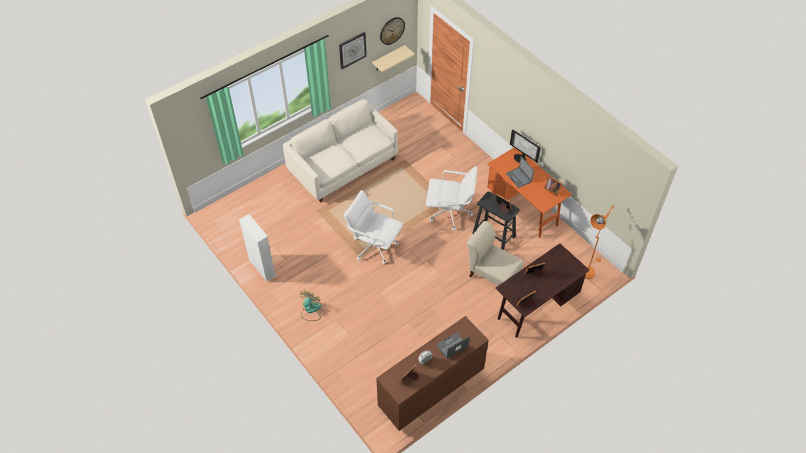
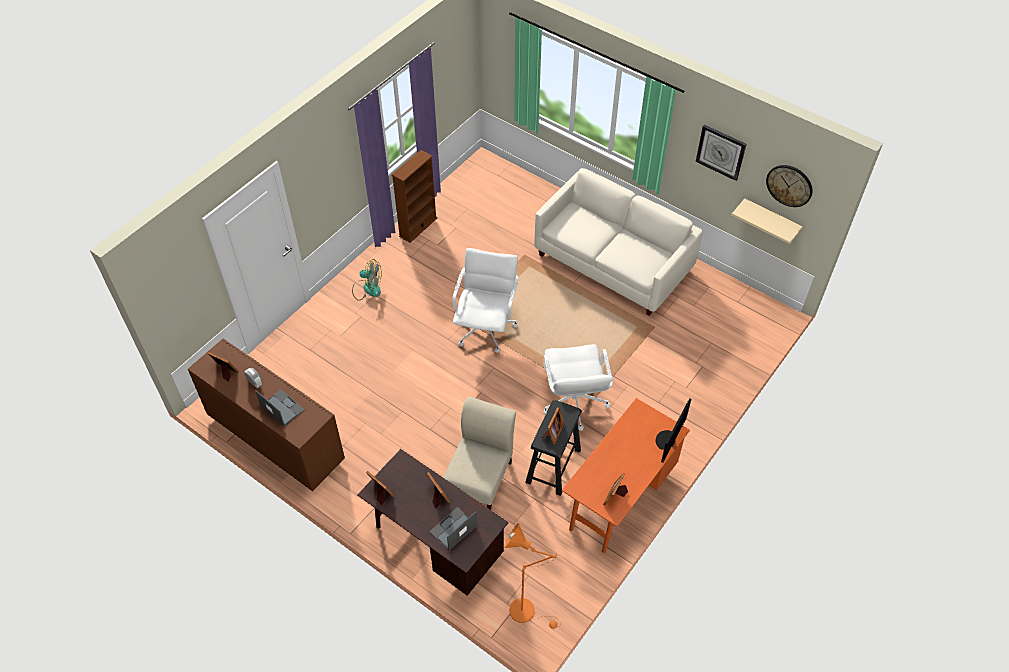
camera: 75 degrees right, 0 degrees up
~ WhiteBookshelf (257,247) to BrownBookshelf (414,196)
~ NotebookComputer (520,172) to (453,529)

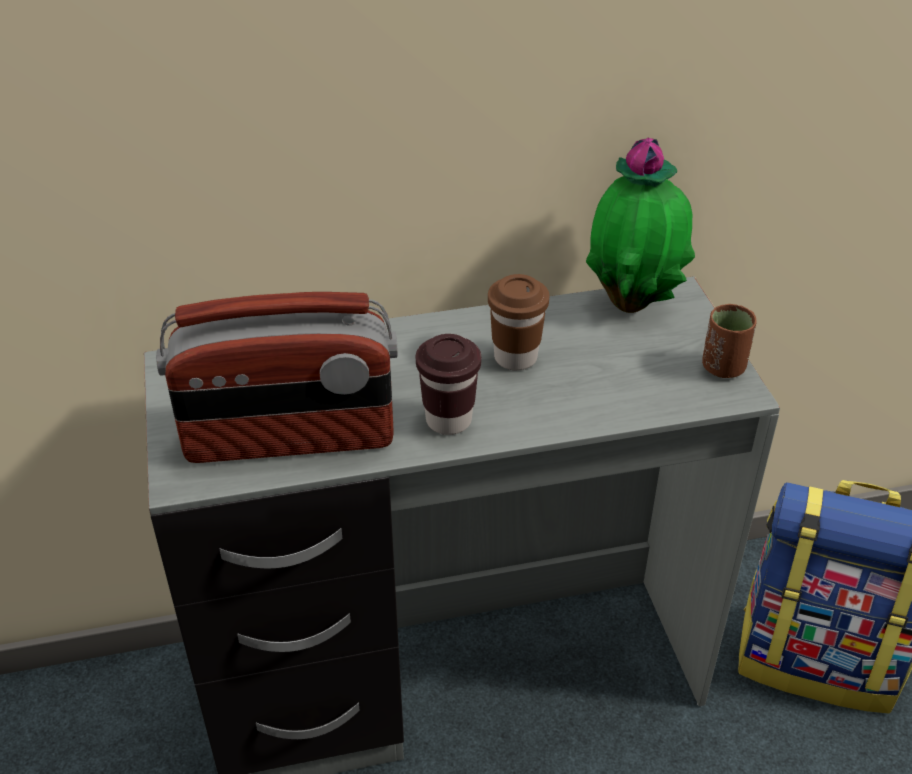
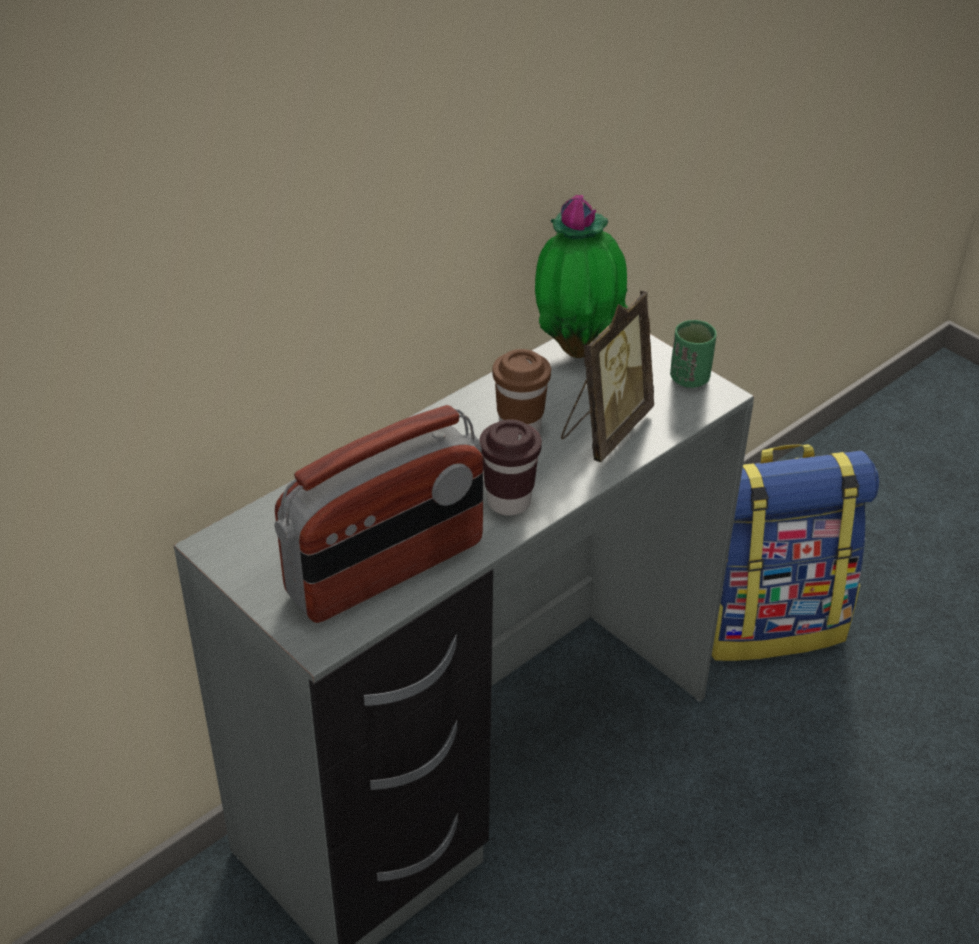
camera: 30 degrees left, 0 degrees up
+ StandingFrame (607,376)
~ BrownDrinkingCup (729,341) to GreenishDrinkingCup (693,354)

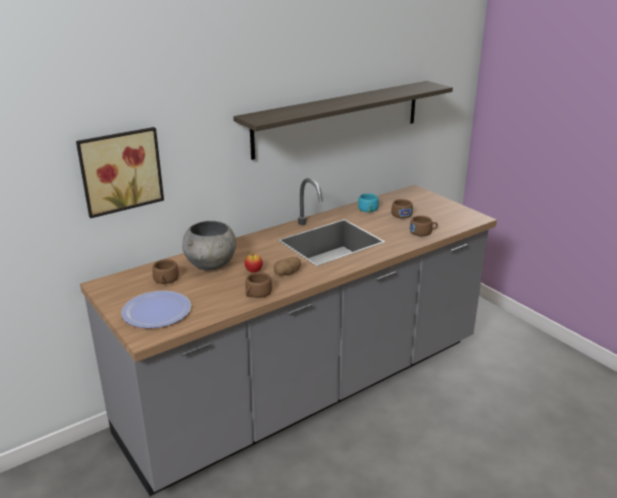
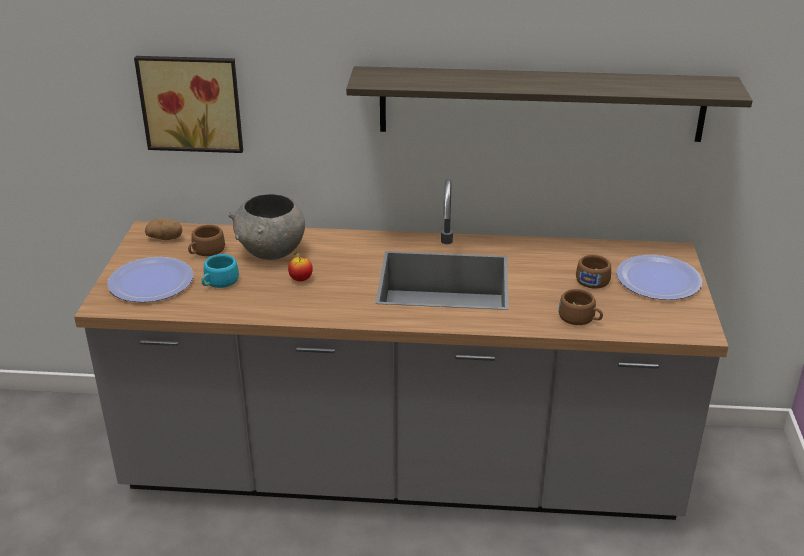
camera: 40 degrees right, 5 degrees up
~ Spud (287,266) to (163,229)
~ BlueGreenDrinkingCup (368,202) to (220,271)
+ DinnerPlate (659,277)
- BrownDrinkingCup (258,285)

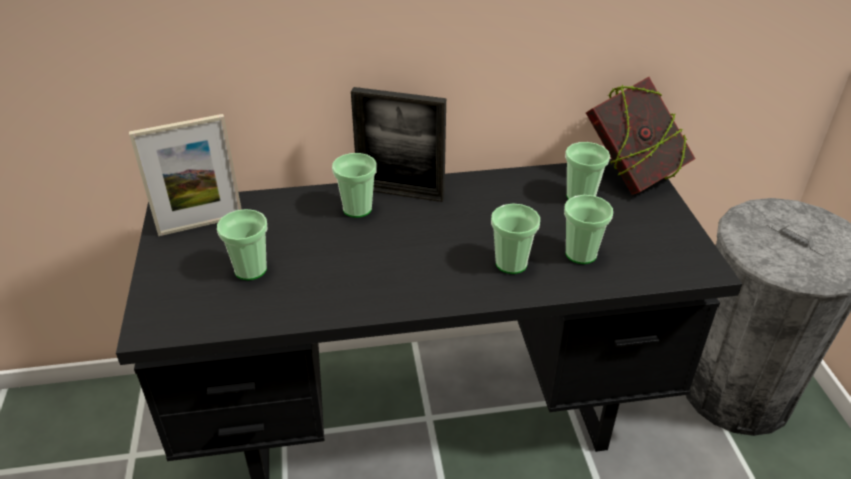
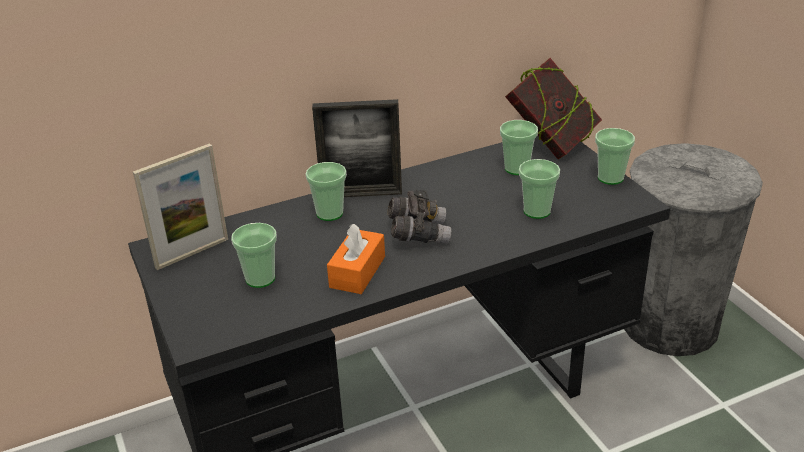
camera: 15 degrees left, 5 degrees down
+ OrangeBoxOfTissues (356,259)
+ GrayBinoculars (419,217)
~ DrinkingCup (515,238) to (615,156)

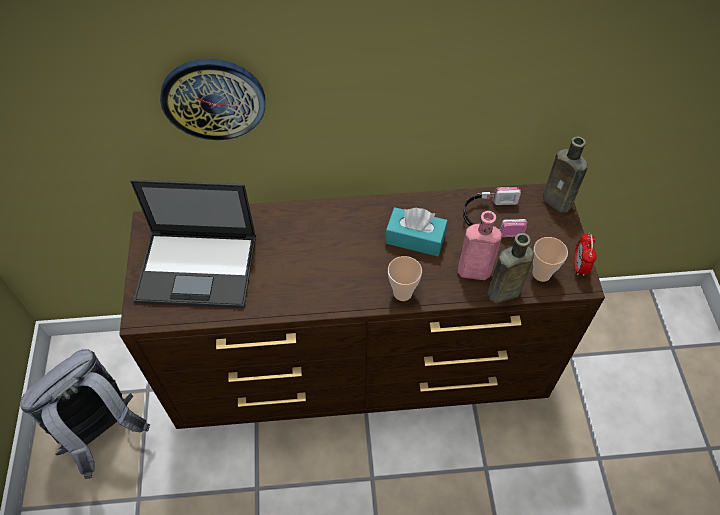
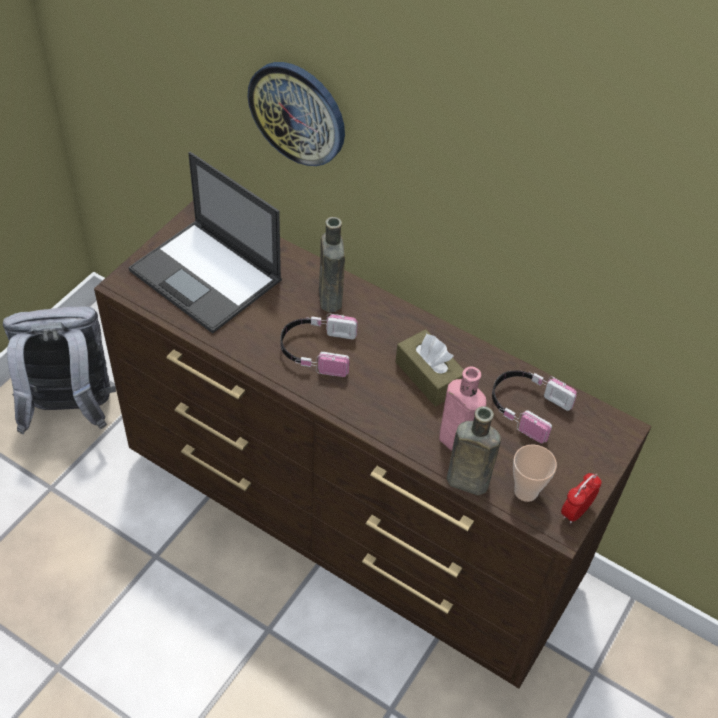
camera: 35 degrees right, 5 degrees down
+ PairOfHeadphones (319,345)
~ BrownDrinkBottle (565,174) to (332,264)
~ BlueGreenBoxOfTissues (416,231) to BrownBoxOfTissues (429,368)
- DrinkingCup (405,278)

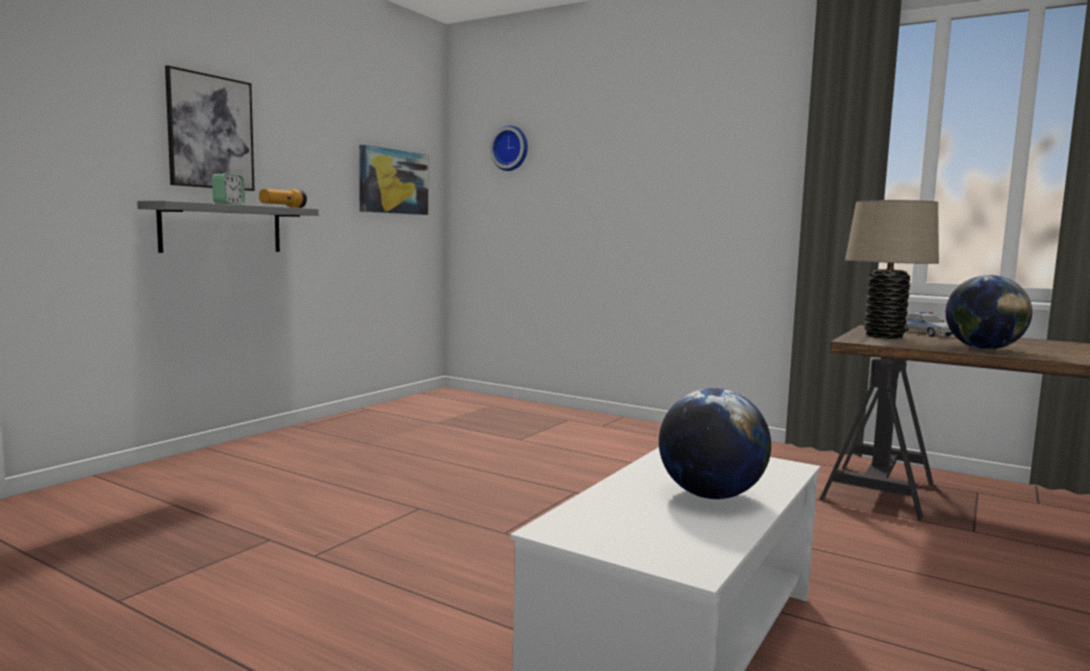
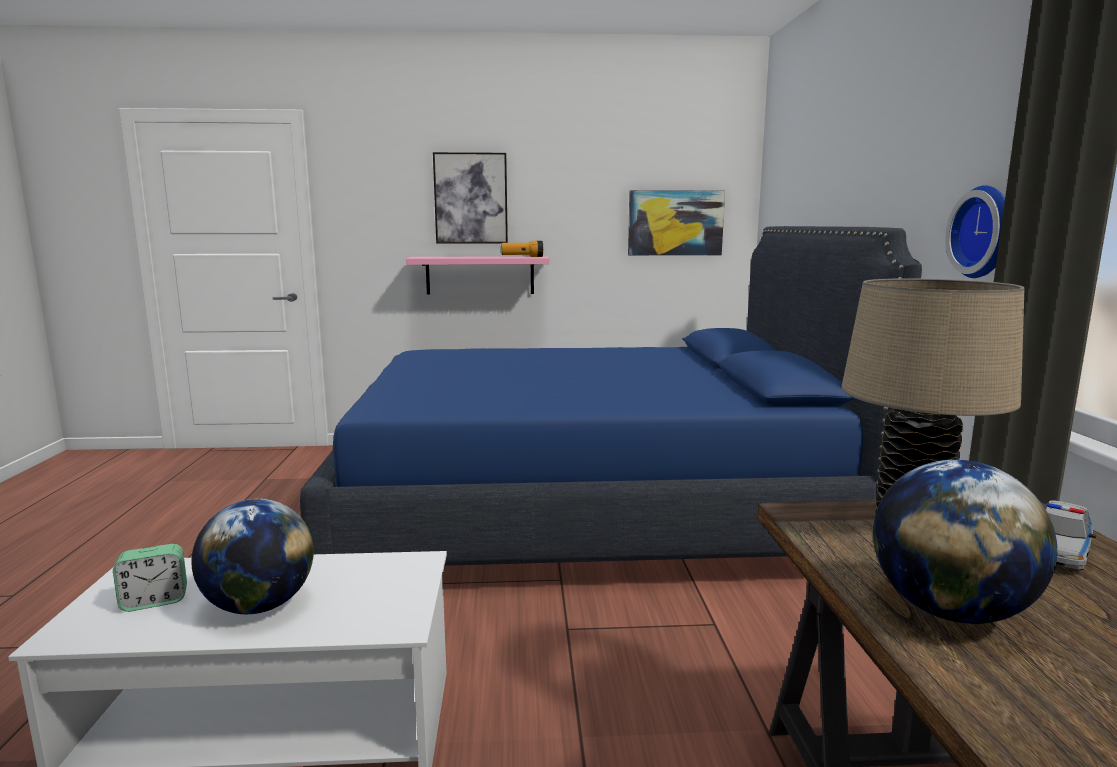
camera: 55 degrees right, 5 degrees up
~ TableClock (228,189) to (150,578)
+ BlueColouredSleepingBed (611,396)
~ GrayBracketShelf (228,227) to PinkColouredBracketShelf (477,275)
~ HangingClock (509,148) to (975,231)

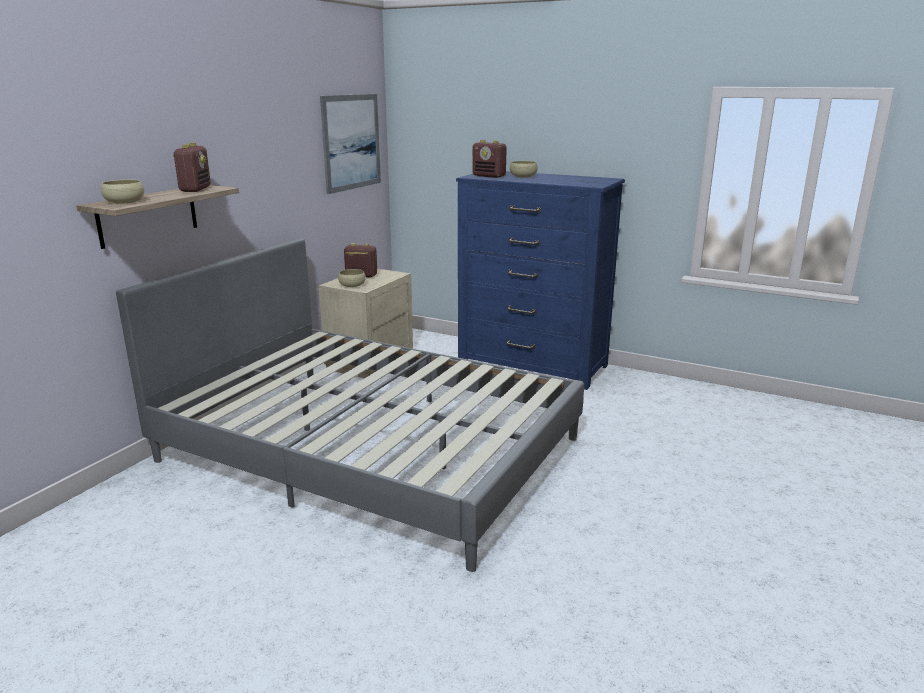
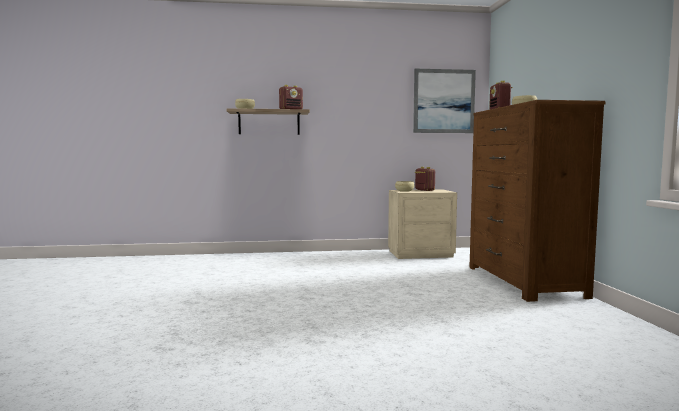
camera: 55 degrees right, 15 degrees down
~ BlueColouredDrawerChest (540,280) to BrownDrawerChest (537,201)
- GraySleepingBed (350,405)

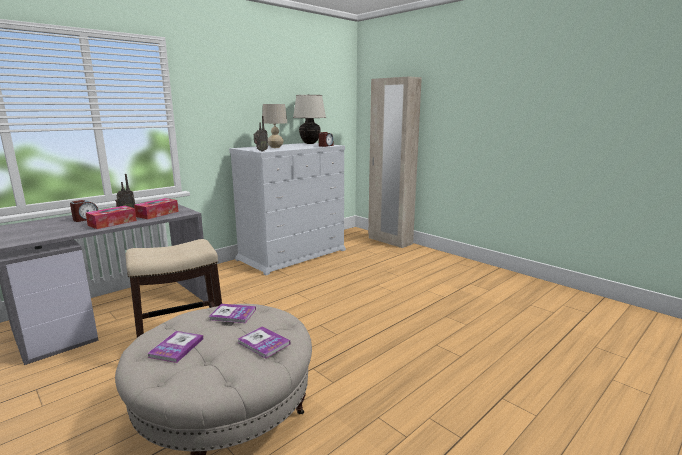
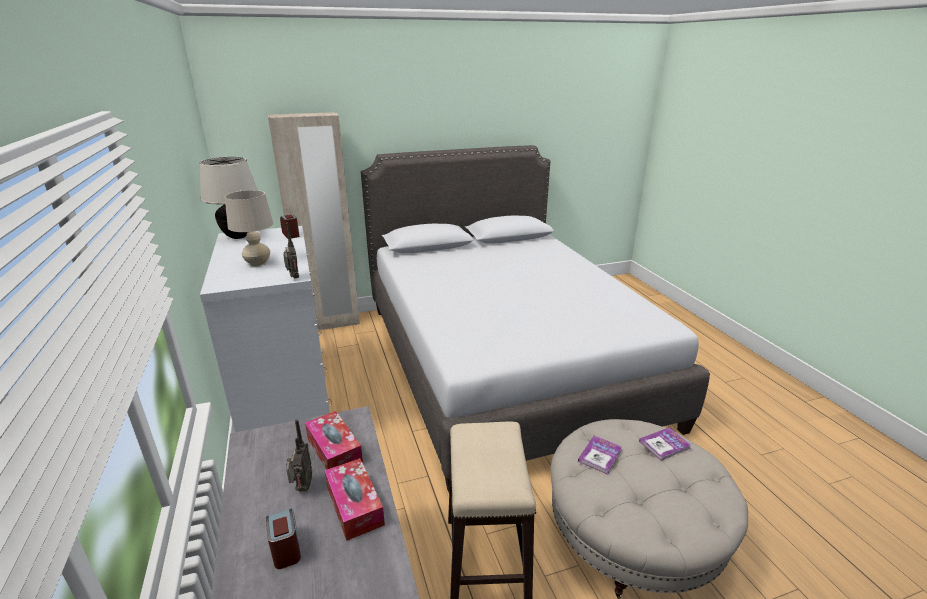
camera: 65 degrees left, 10 degrees up
+ GraySleepingBed (535,318)
- Volume (175,347)

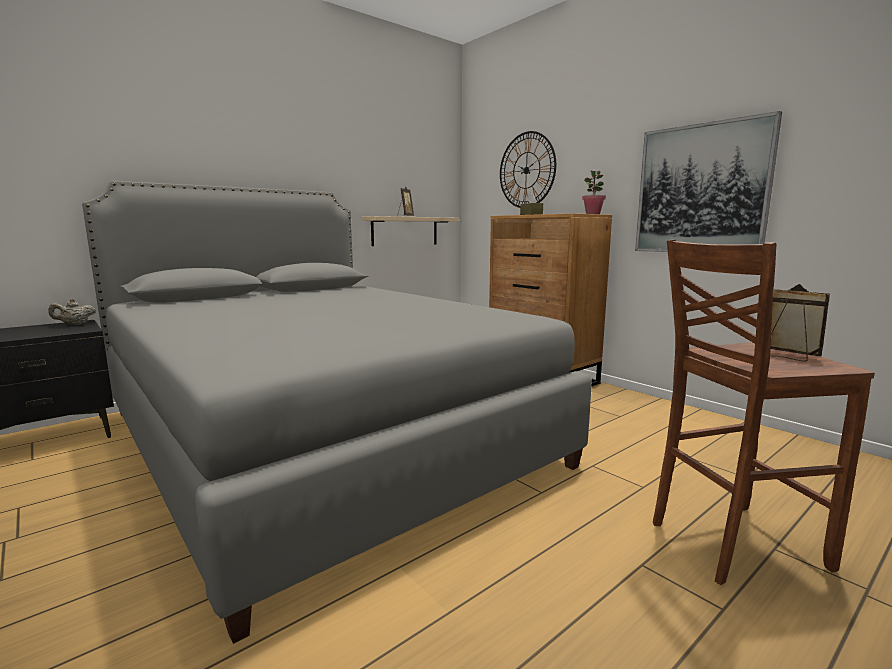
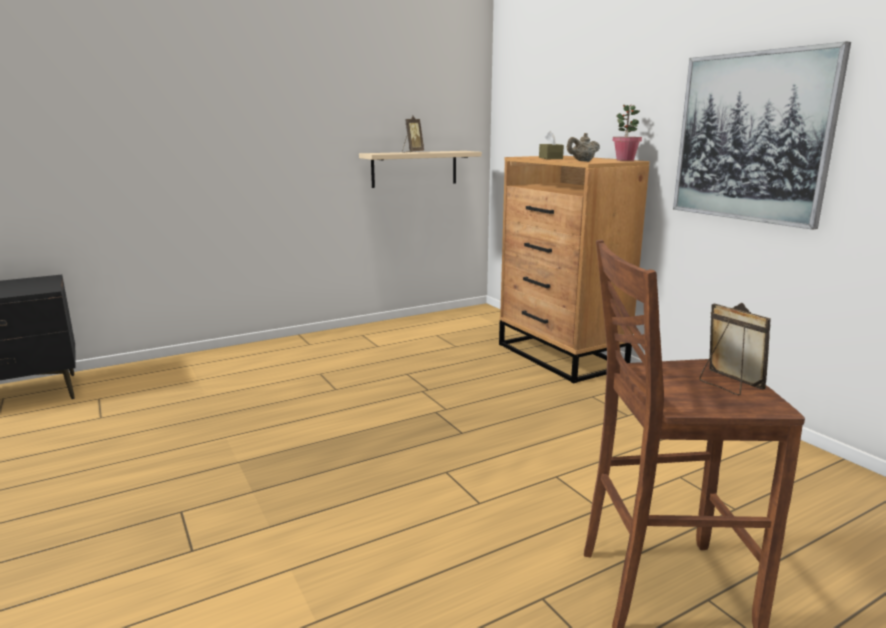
camera: 10 degrees right, 5 degrees up
~ BeigePotForTea (72,312) to (583,147)
- GraySleepingBed (337,412)
- HangingClock (528,169)

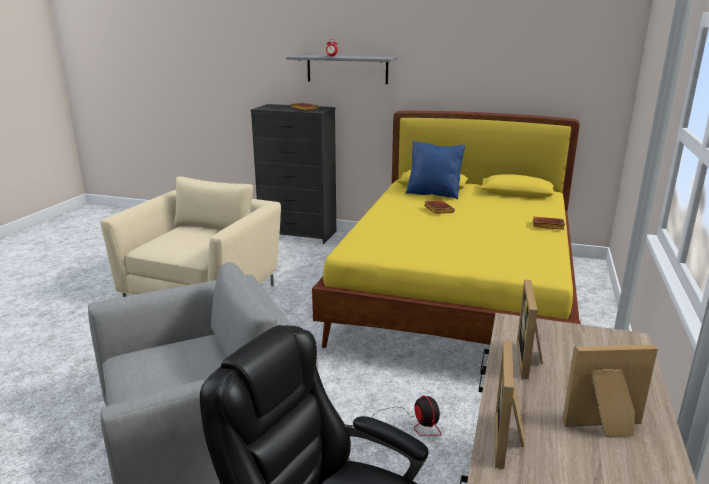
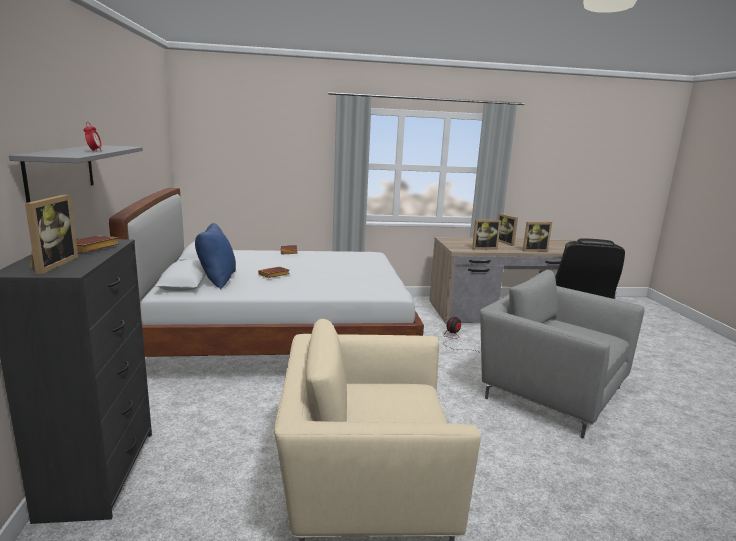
camera: 115 degrees left, 5 degrees down
+ StandingFrame (51,234)
~ YellowColouredSleepingBed (446,229) to WhiteSleepingBed (266,272)

